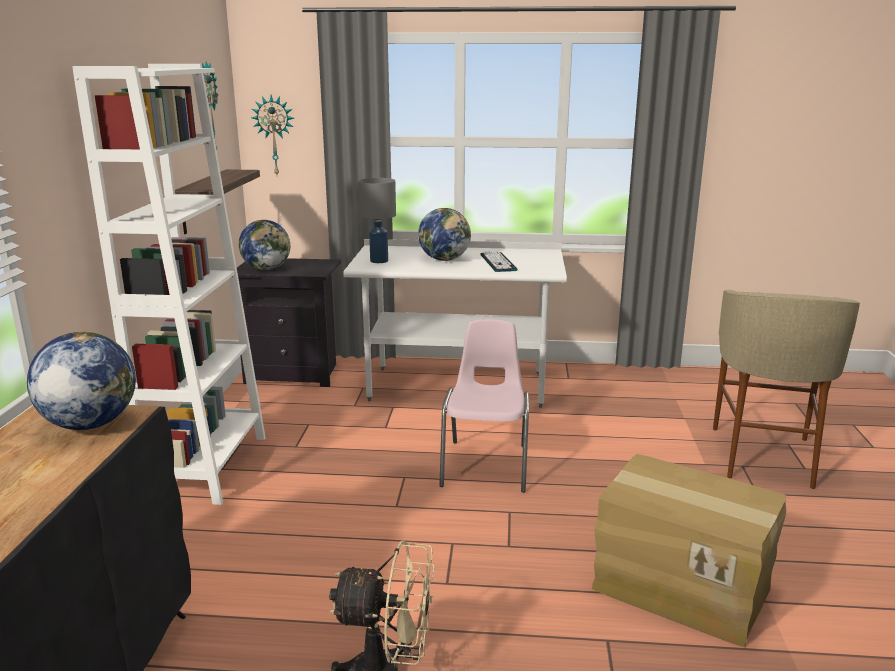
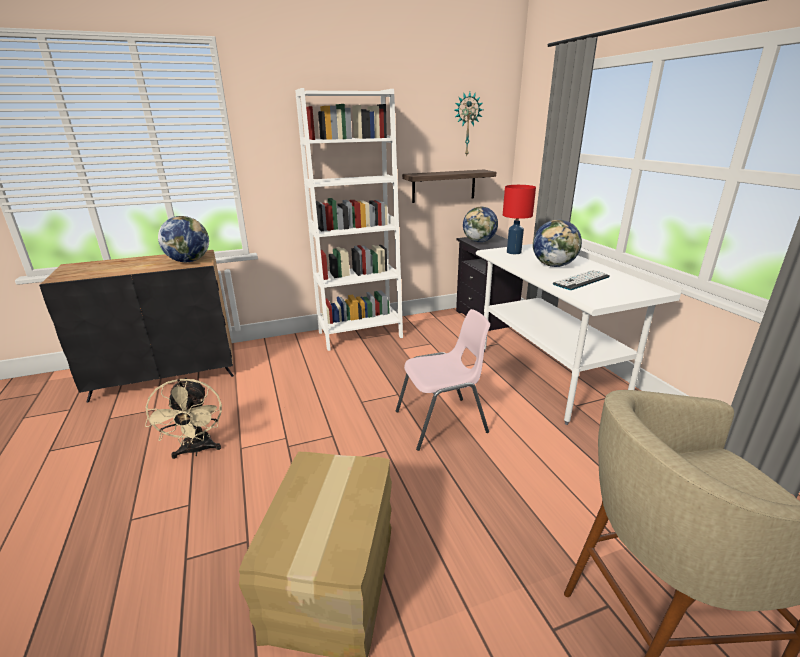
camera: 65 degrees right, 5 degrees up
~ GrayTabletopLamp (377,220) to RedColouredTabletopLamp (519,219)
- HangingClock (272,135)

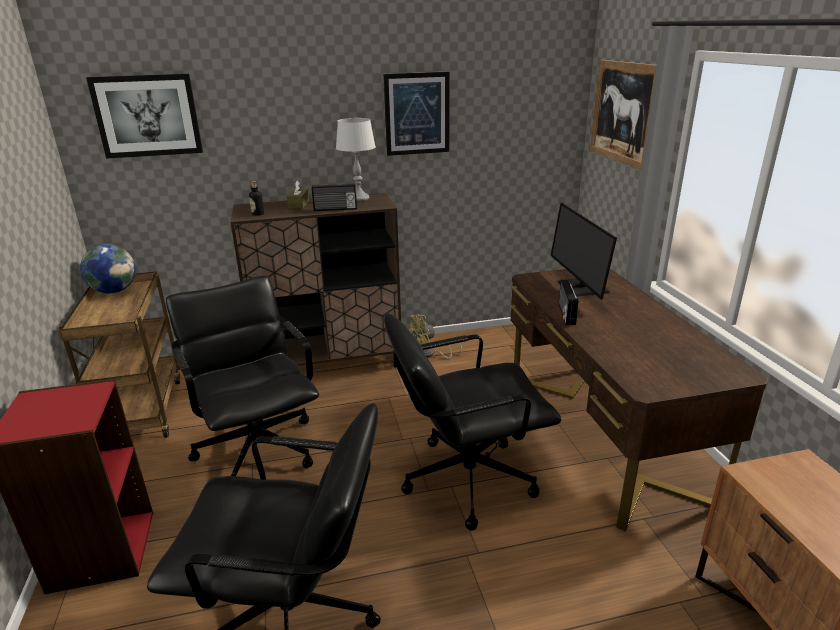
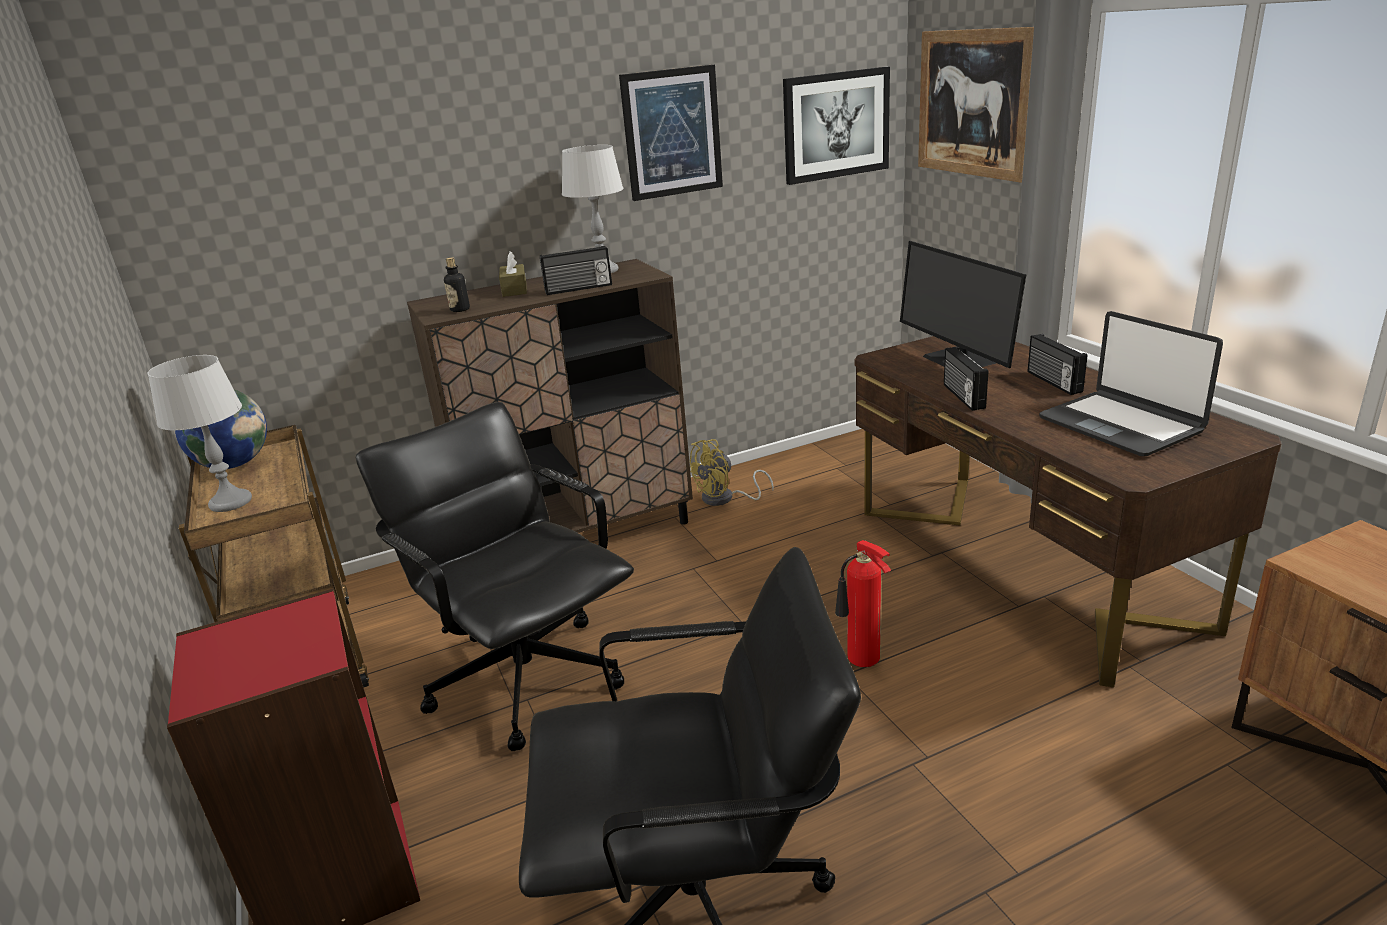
camera: 10 degrees left, 0 degrees up
+ GrayTabletopLamp (200,433)
~ WallArt (144,116) to (836,126)
~ BlackColouredComputerChair (472,422) to FireFightingCylinder (863,603)
+ RadioReceiver (1057,364)
+ NotebookComputer (1131,383)

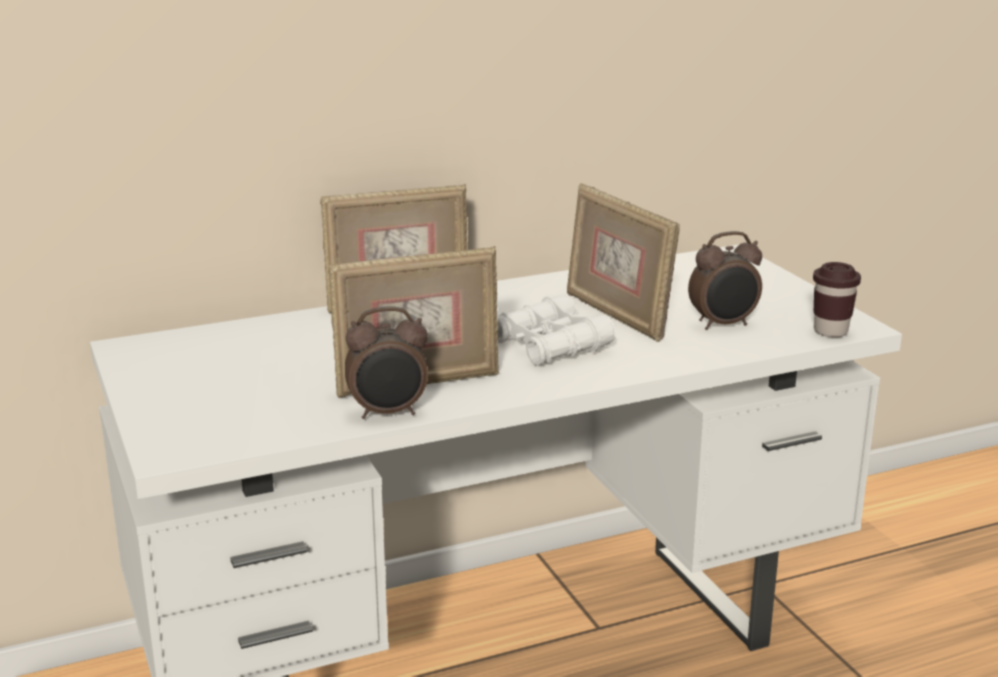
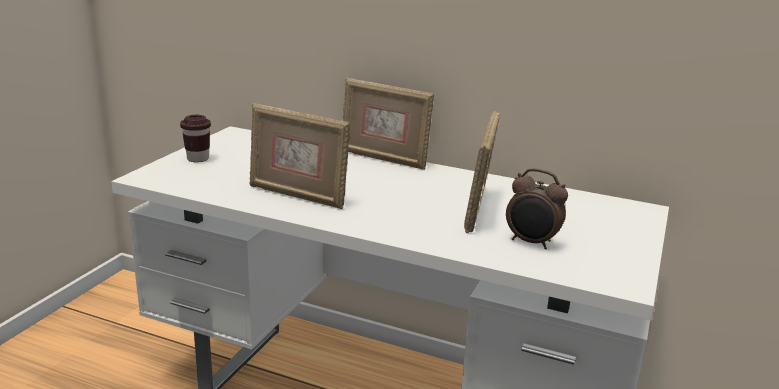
camera: 45 degrees right, 0 degrees up
~ BrownDrinkingCup (837,299) to (195,138)
- TableClock (386,363)
- WhiteBinoculars (556,330)

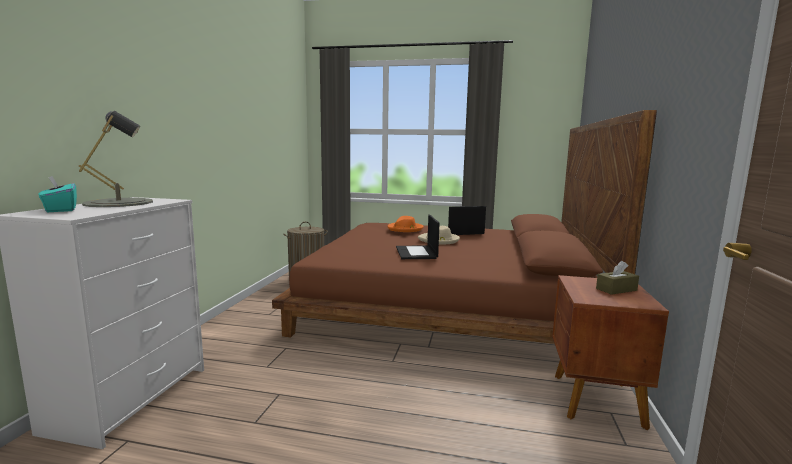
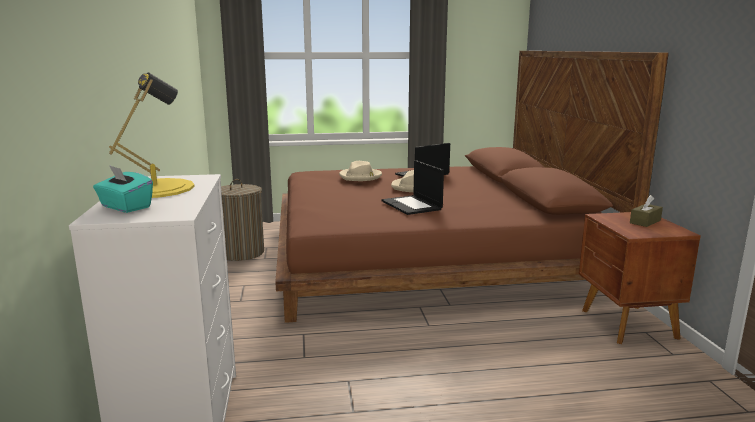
camera: 20 degrees left, 5 degrees up
~ GrayTabletopLamp (116,159) to YellowColouredTabletopLamp (152,135)
~ OrangeHat (406,224) to BeigeHat (360,171)

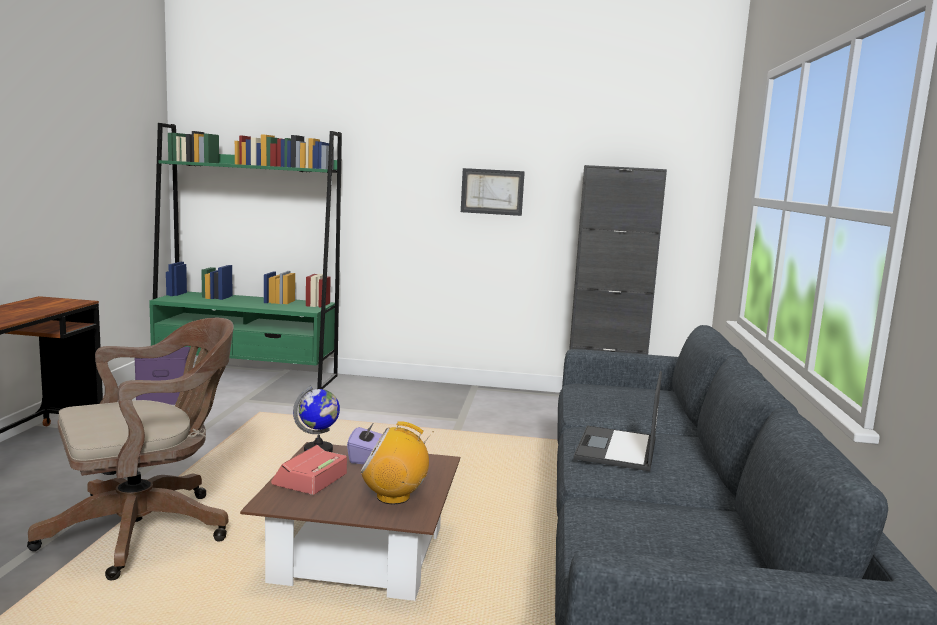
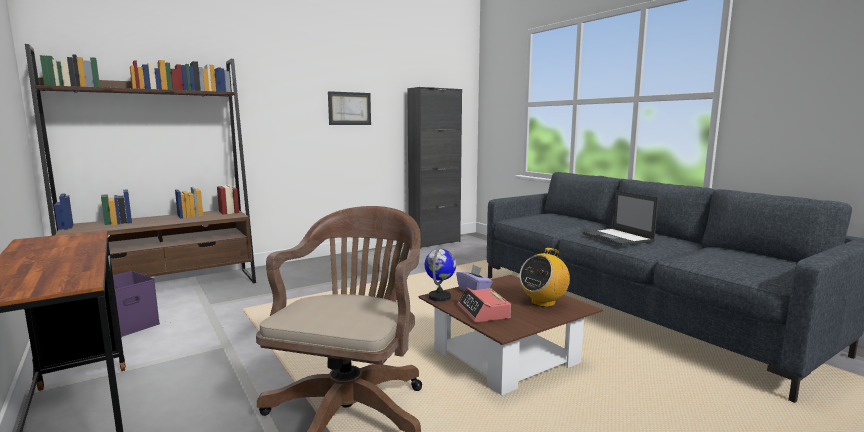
camera: 40 degrees left, 0 degrees up
~ GreenishBookshelf (245,256) to BrownBookshelf (140,163)

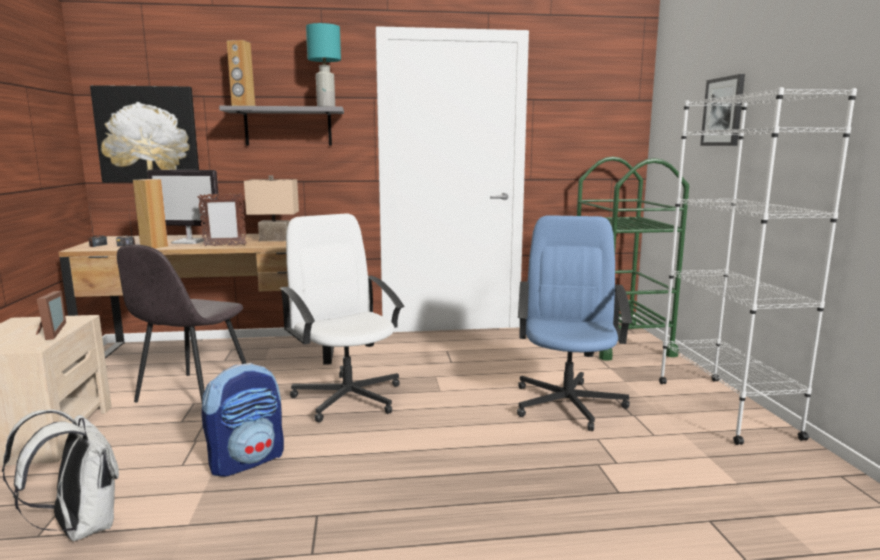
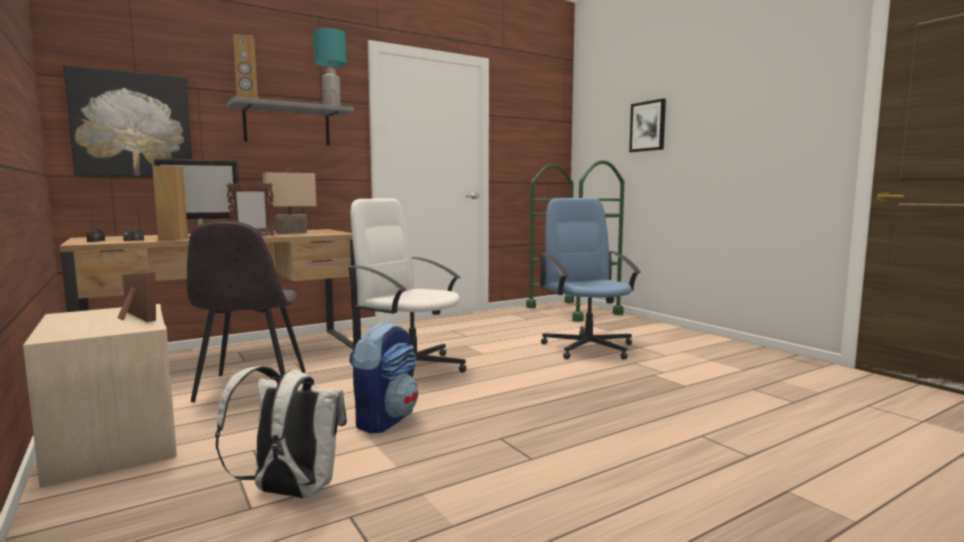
camera: 25 degrees left, 5 degrees down
- WhiteBookshelf (758,266)

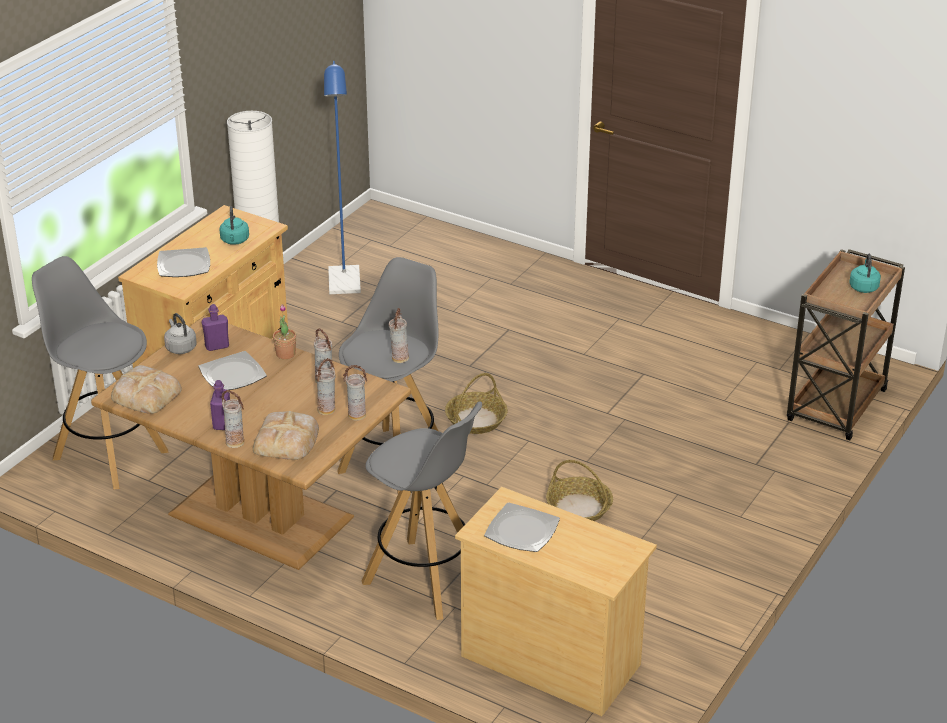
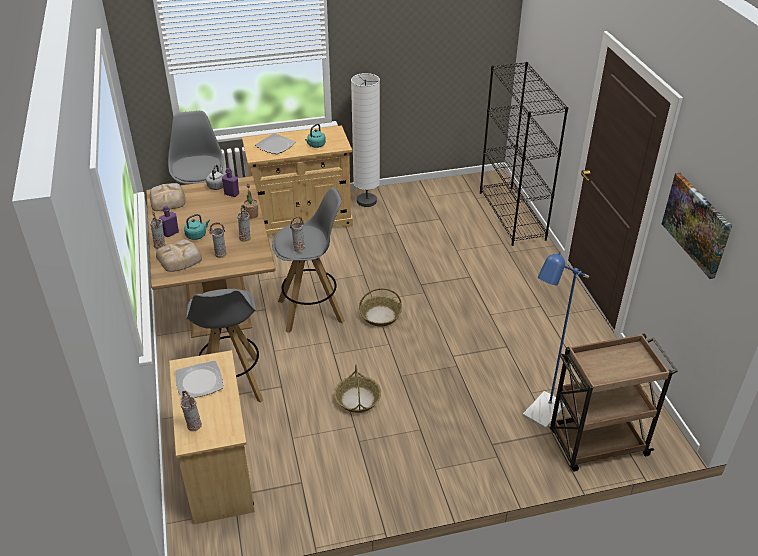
camera: 45 degrees right, 5 degrees up
~ Vase (355,393) to (191,411)
~ BlueGreenKettle (865,273) to (197,227)
+ BlackColouredBookshelf (524,154)
~ BlueColouredStandardLamp (342,177) to (556,340)
+ WallArt (697,226)
- DinnerPlate (232,370)

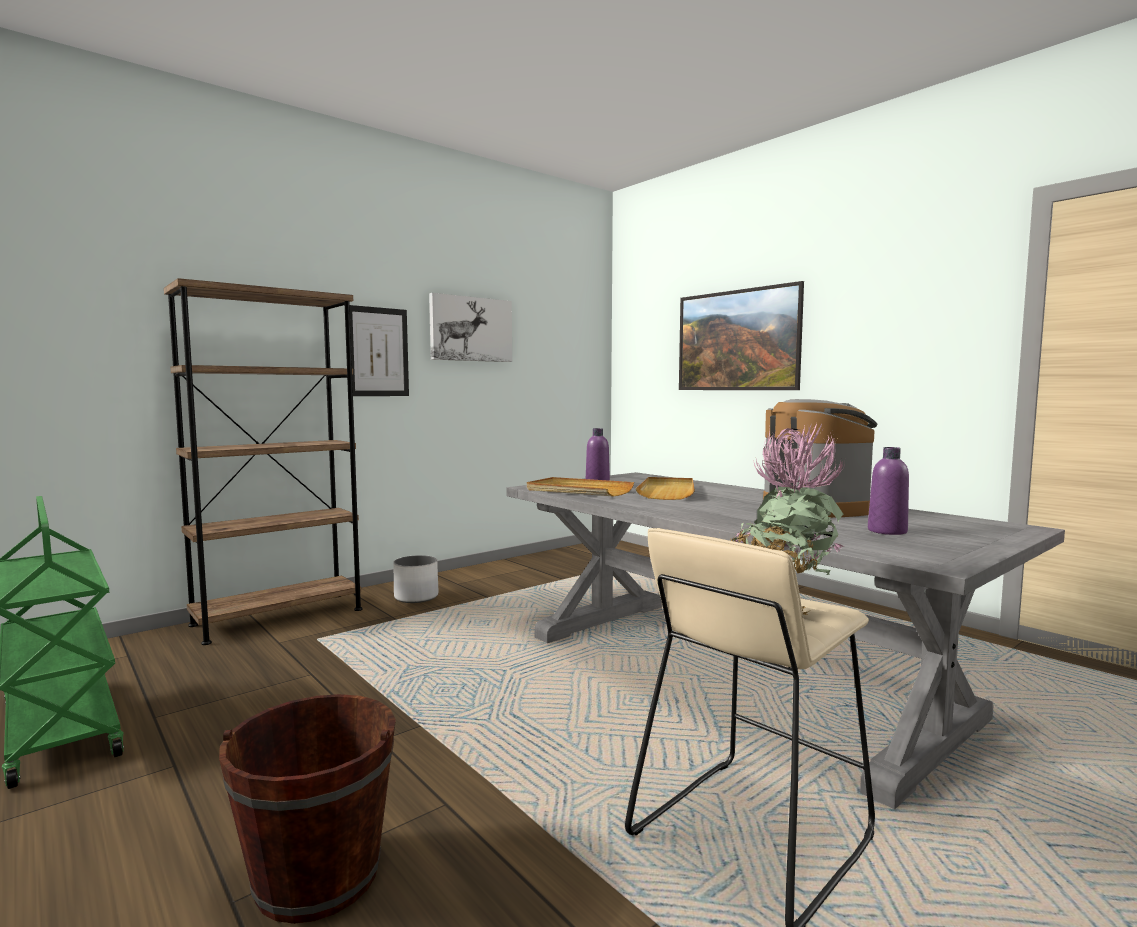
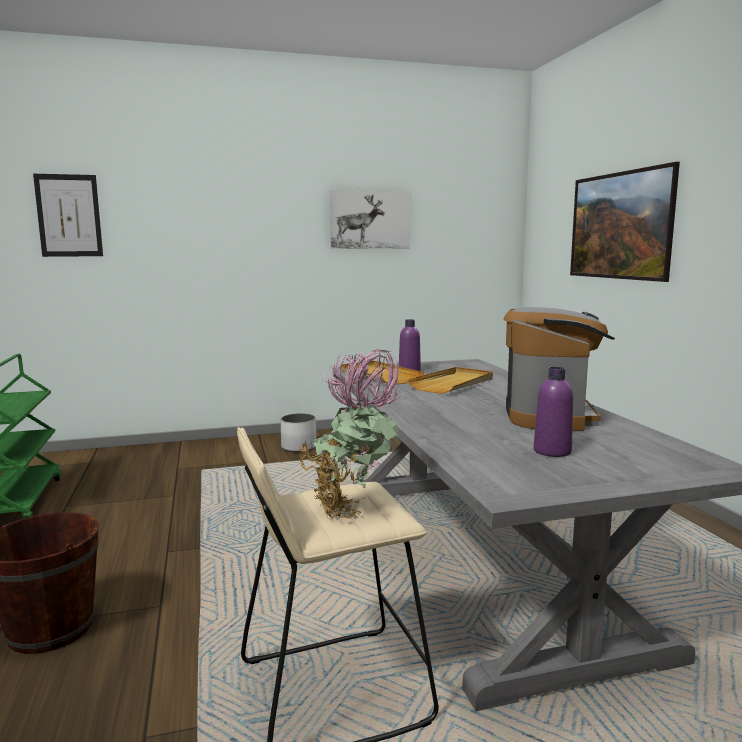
camera: 25 degrees right, 5 degrees up
~ WallArt (379,350) to (68,215)
- BrownBookshelf (263,461)

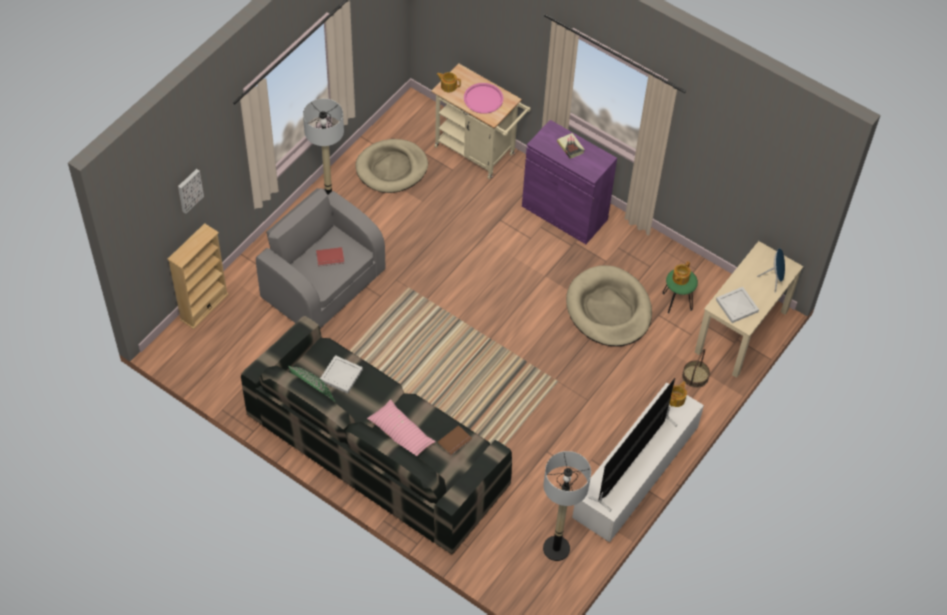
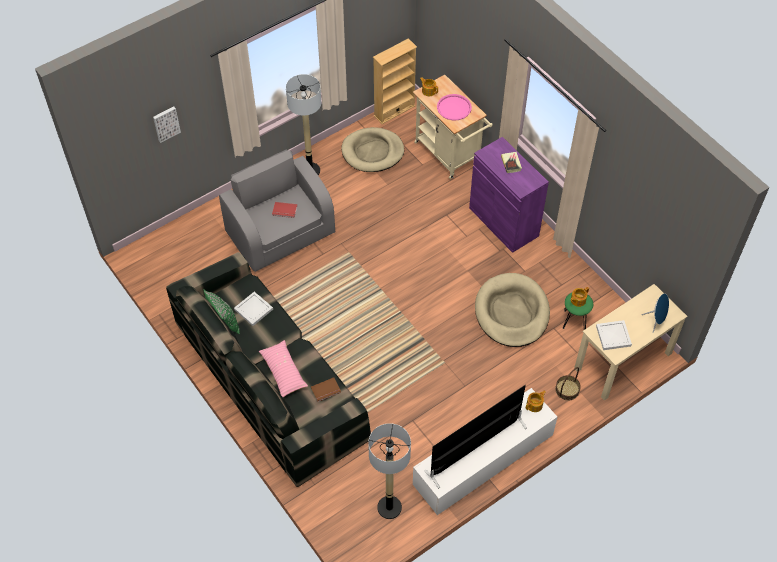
camera: 20 degrees right, 0 degrees up
~ BeigeBookshelf (198,276) to (395,81)

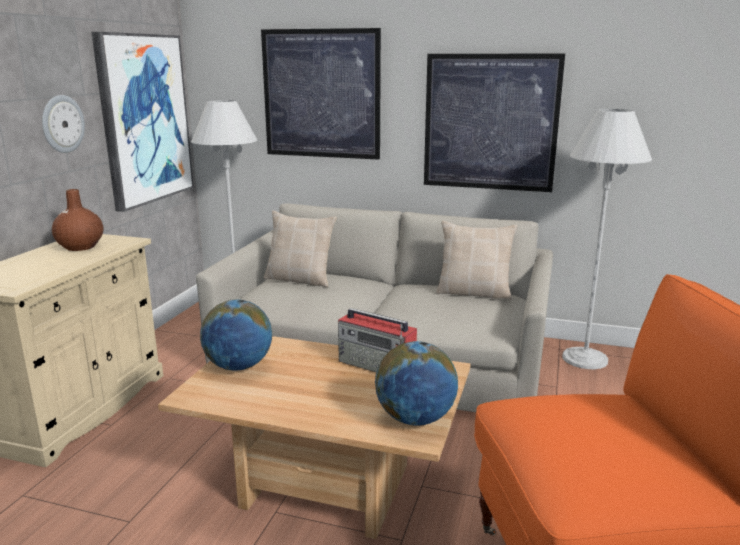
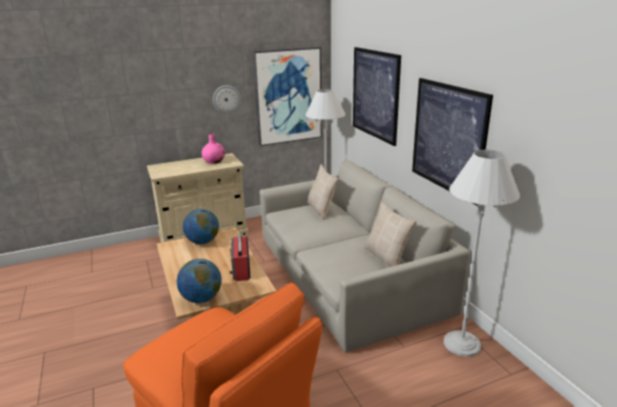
camera: 50 degrees right, 5 degrees up
~ BrownVase (78,220) to PinkColouredVase (213,148)

